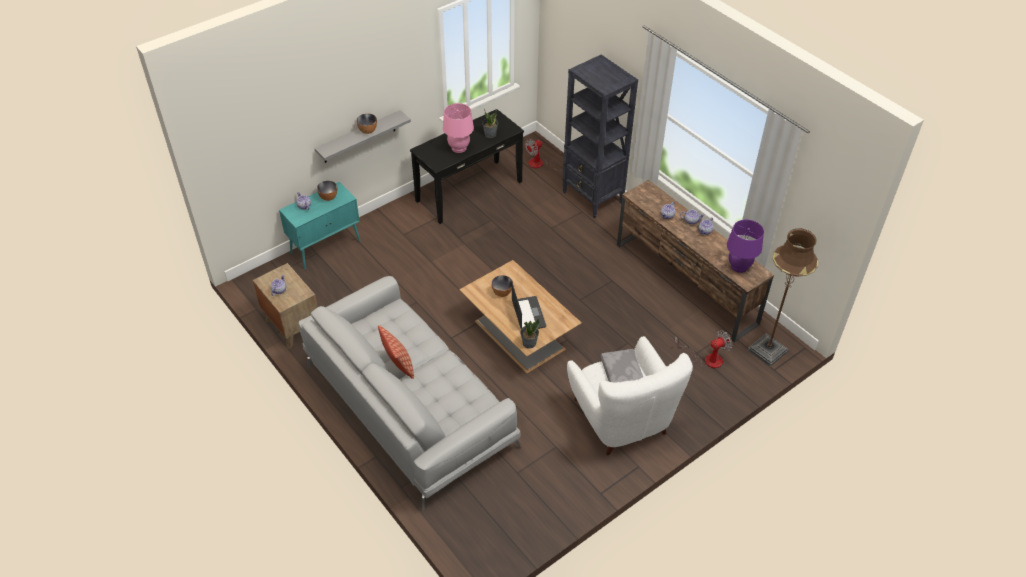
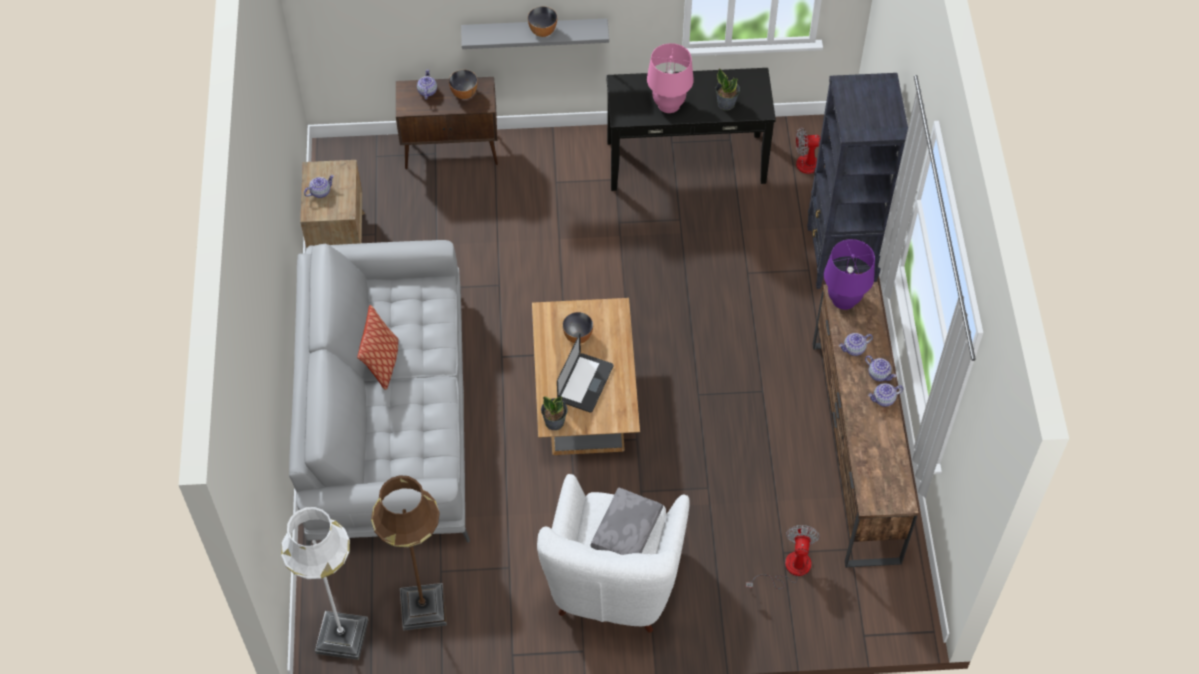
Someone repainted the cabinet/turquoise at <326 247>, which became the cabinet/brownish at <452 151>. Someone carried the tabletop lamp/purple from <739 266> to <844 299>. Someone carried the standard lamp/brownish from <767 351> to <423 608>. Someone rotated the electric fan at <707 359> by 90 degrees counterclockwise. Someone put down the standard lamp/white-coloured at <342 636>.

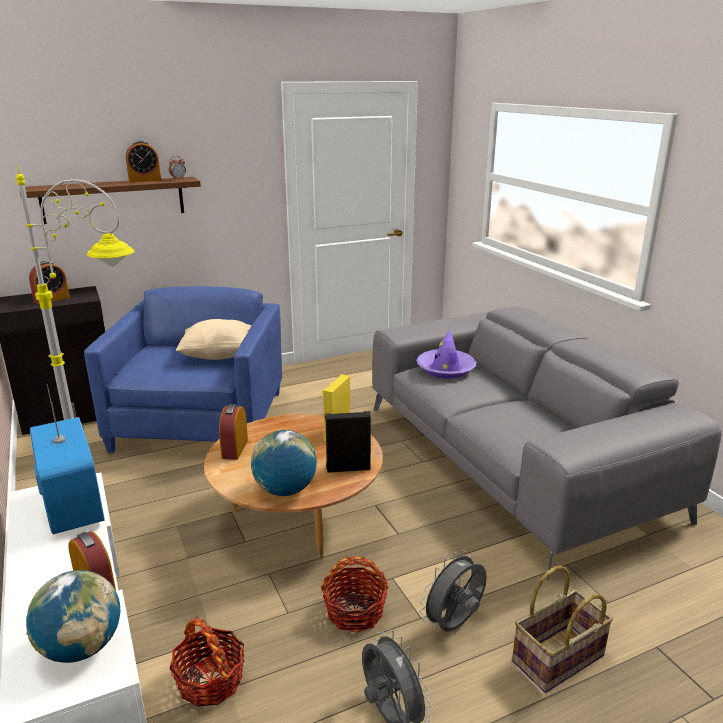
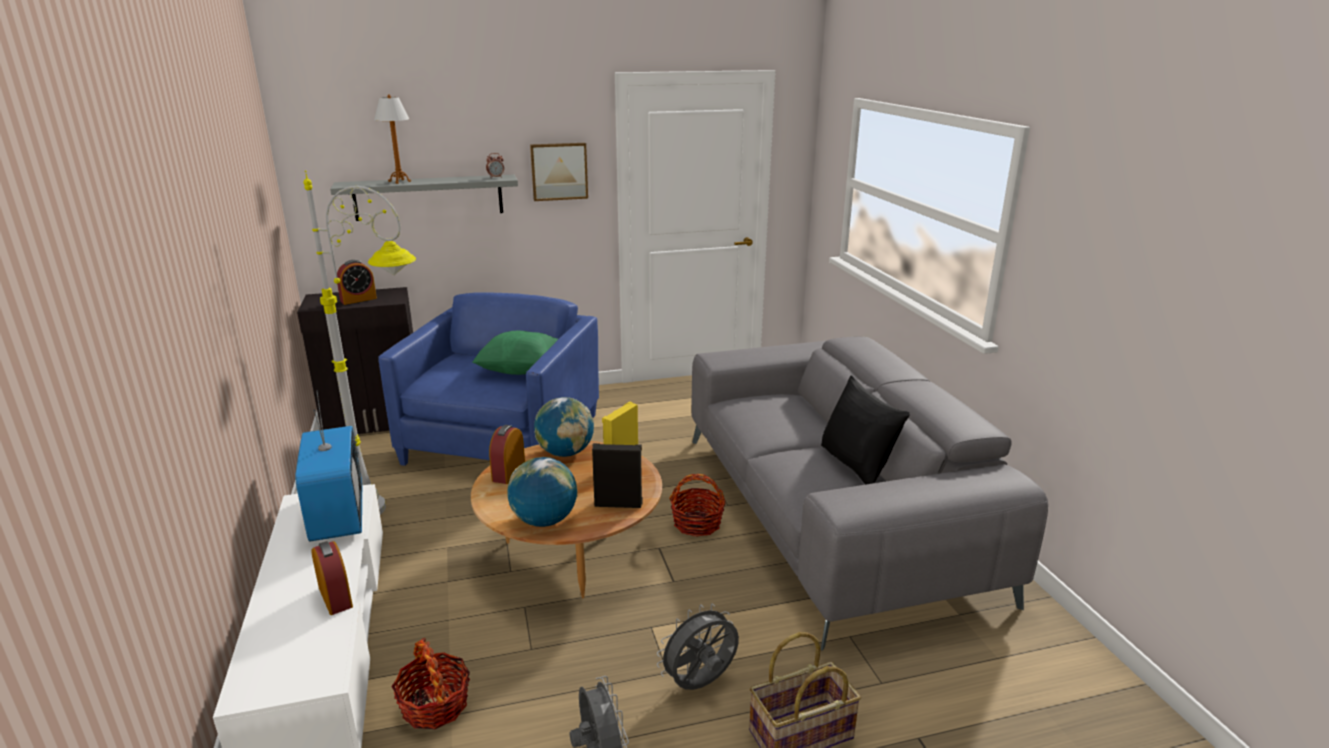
Someone took away the table clock at <145 180>. Someone repainted the wall shelf/brownish at <113 200>, which became the wall shelf/gray at <428 197>. Someone repainted the cushion/beige at <218 355>, which became the cushion/green at <520 370>. Someone took away the wearable hat/purple at <445 369>. Someone carried the household basket from <355 612> to <697 523>. Someone carried the globe from <81 647> to <565 453>. Someone put down the tabletop lamp at <399 182>. Someone put up the wall art at <559 171>. Someone put down the cushion/blackish at <856 464>.

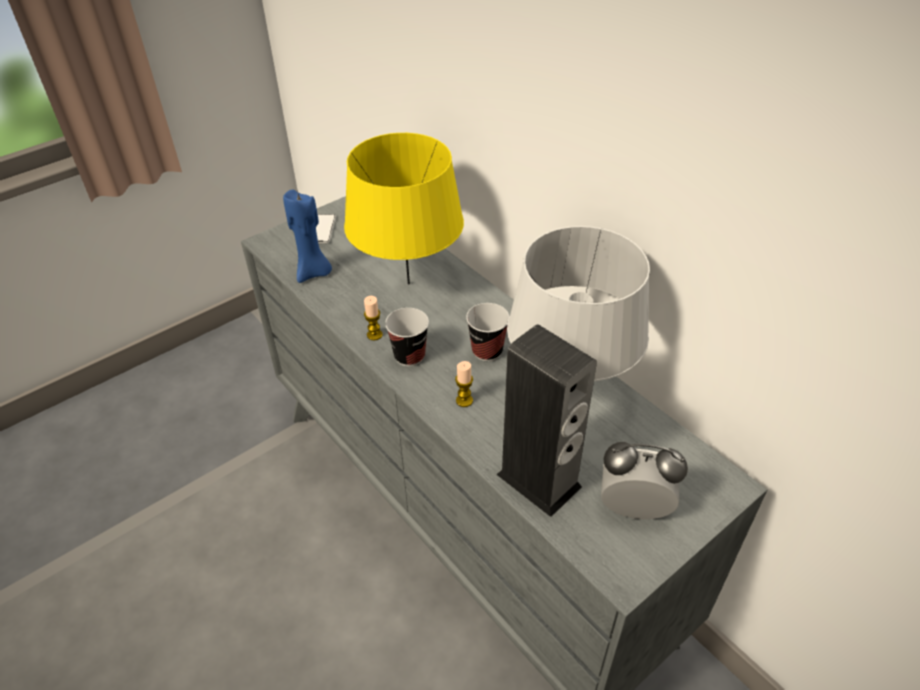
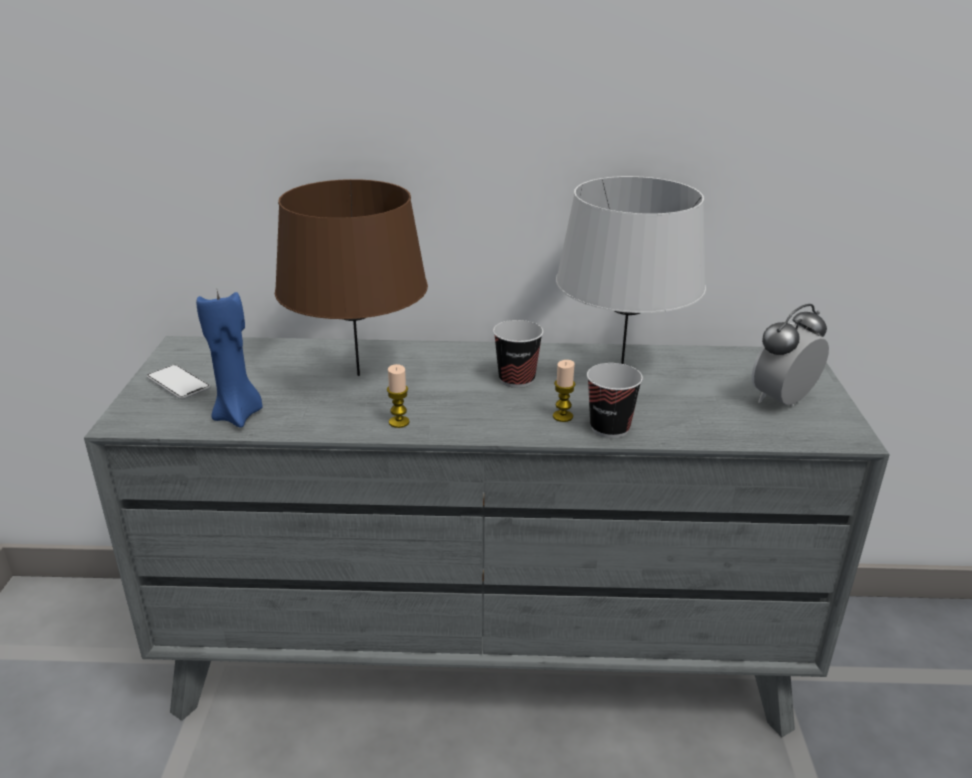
Someone repainted the tabletop lamp/yellow-coloured at <408 283>, which became the tabletop lamp/brownish at <358 375>. Someone carried the cup from <409 356> to <609 428>. Someone took away the loudspeaker at <538 480>.

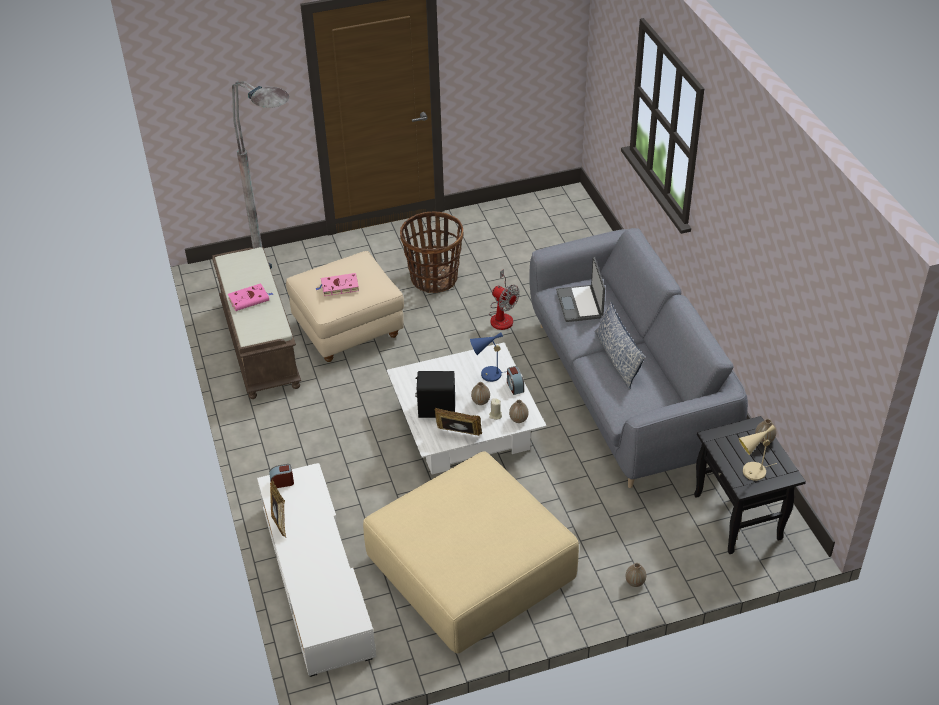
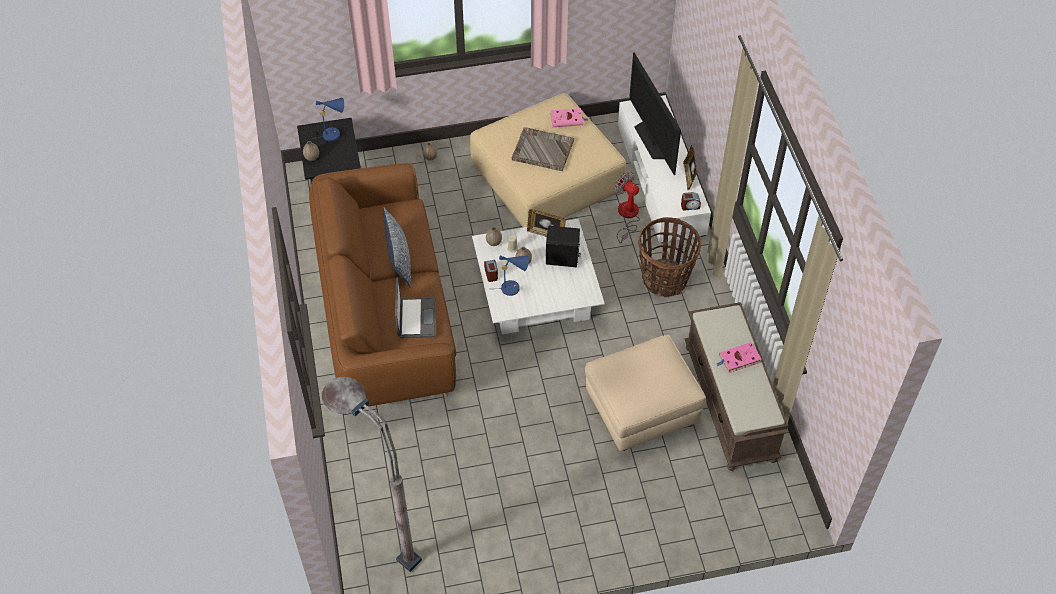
Someone carried the standard lamp/gray from <286 280> to <382 536>. Someone carried the household basket from <433 279> to <664 279>. Someone repainted the settee/gray at <627 390>, which became the settee/brownish at <385 314>. Someone carried the electric fan from <502 316> to <627 216>. Someone carried the book/pink-coloured from <338 287> to <567 119>. Someone repainted the tabletop lamp/beige at <751 473>, which became the tabletop lamp/blue at <334 133>. Someone put down the TV at <652 140>. Someone put down the carrying tray/gray at <542 150>.

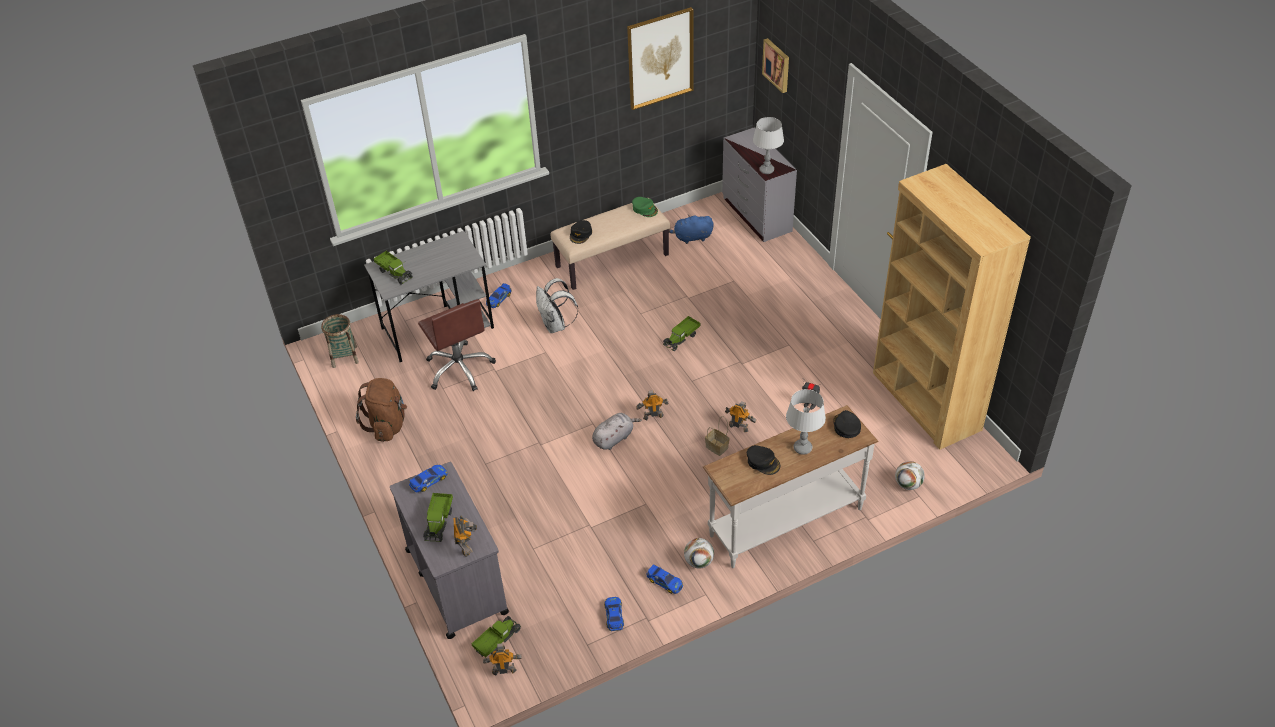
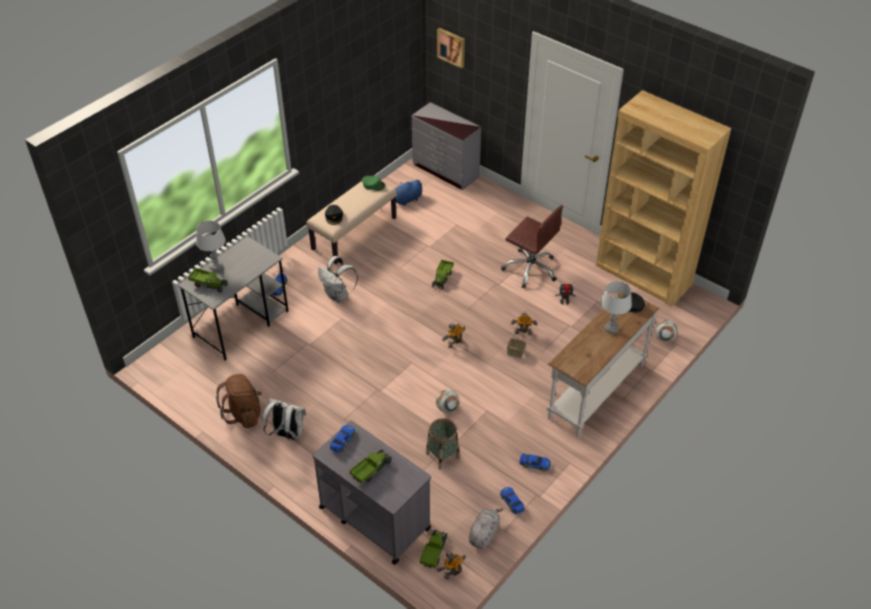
Someone took away the wall art at <660 58>. Someone carried the tabletop lamp/gray from <766 170> to <216 267>. Someone carried the computer chair/brownish from <460 368> to <530 269>. Someone carried the household basket from <344 356> to <442 455>. Someone carried the soft toy/gray from <614 438> to <484 533>. Someone took away the peaked cap/blackish at <763 462>. Someone rotated the toy truck at <439 522> by 120 degrees counterclockwise. Someone took away the robot figure at <467 546>. Someone carried the football from <698 561> to <447 408>. Someone put down the backpack/white-coloured at <287 434>.

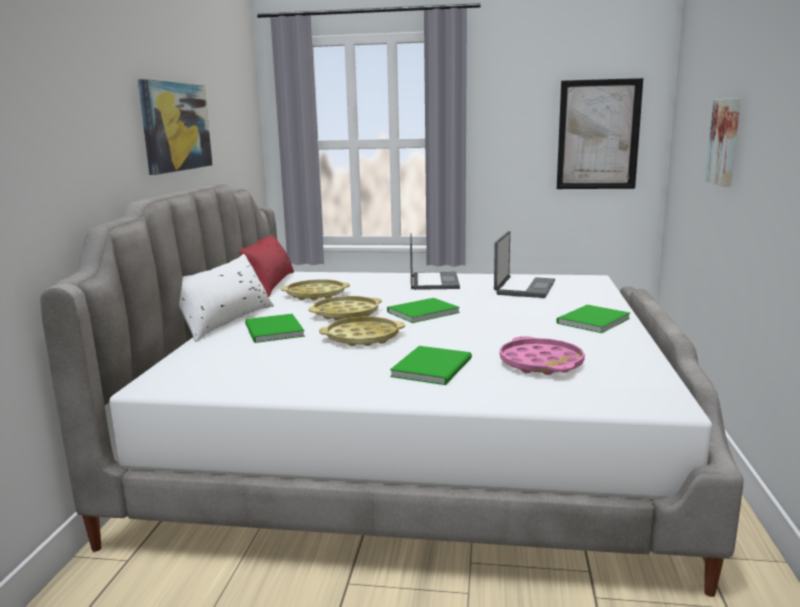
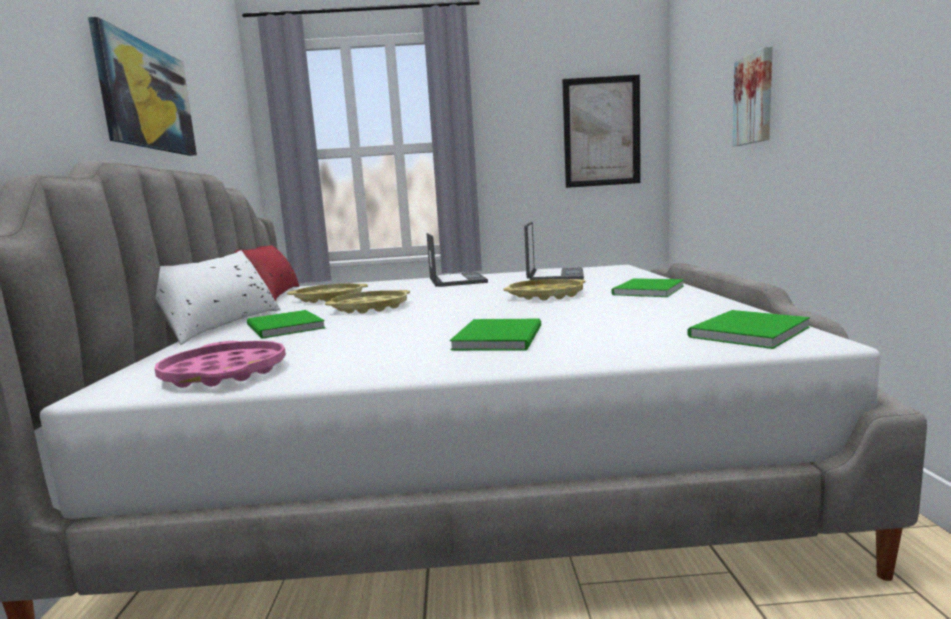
Someone carried the book/green from <420 312> to <744 332>. Someone carried the carrying tray/yellow-coloured from <362 337> to <545 295>. Someone carried the carrying tray/pink-coloured from <541 363> to <225 373>.

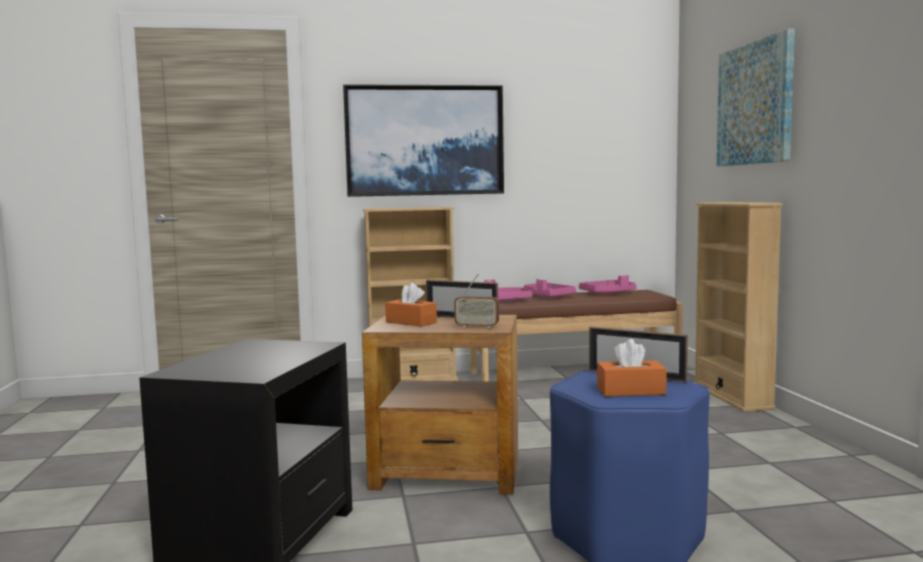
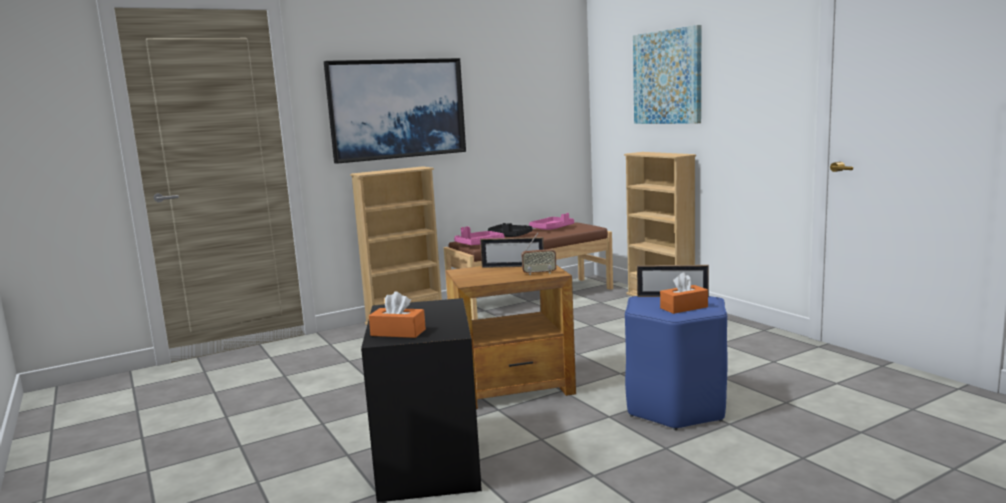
Someone repainted the carrying tray/pink-coloured at <547 296>, which became the carrying tray/blackish at <509 236>. Someone carried the tissue box/orangey from <411 322> to <398 332>.

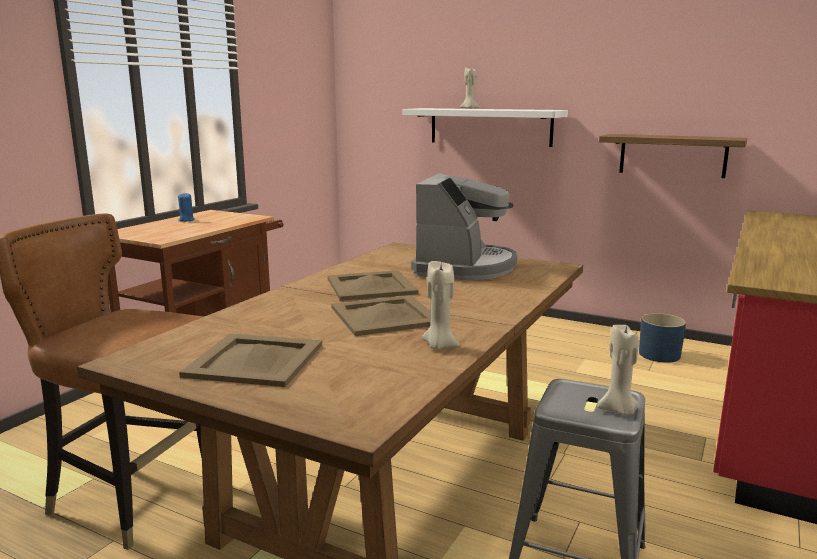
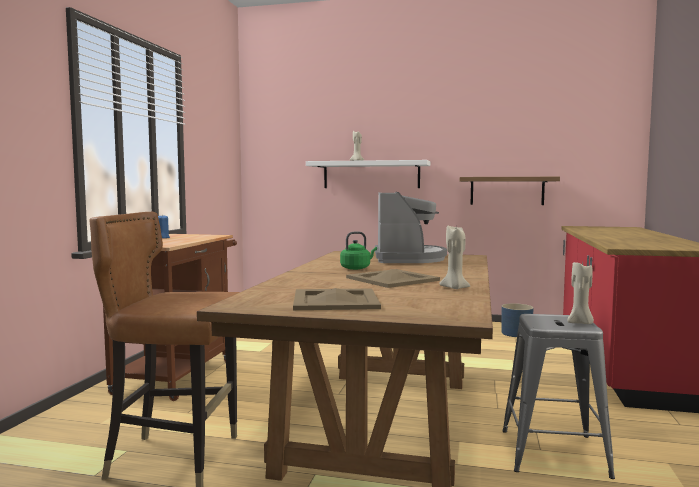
Someone swapped the carrying tray/beige at <371 286> for the water kettle/green at <357 268>.

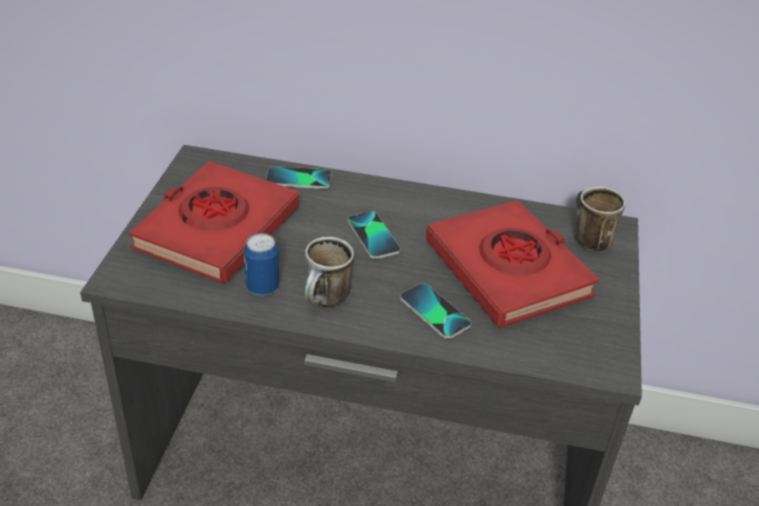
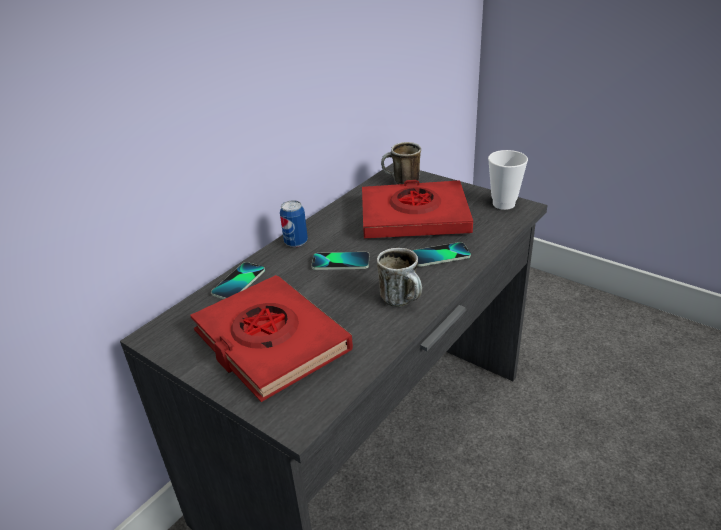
Someone carried the metal can from <262 287> to <296 242>. Someone put down the cup at <503 204>.

